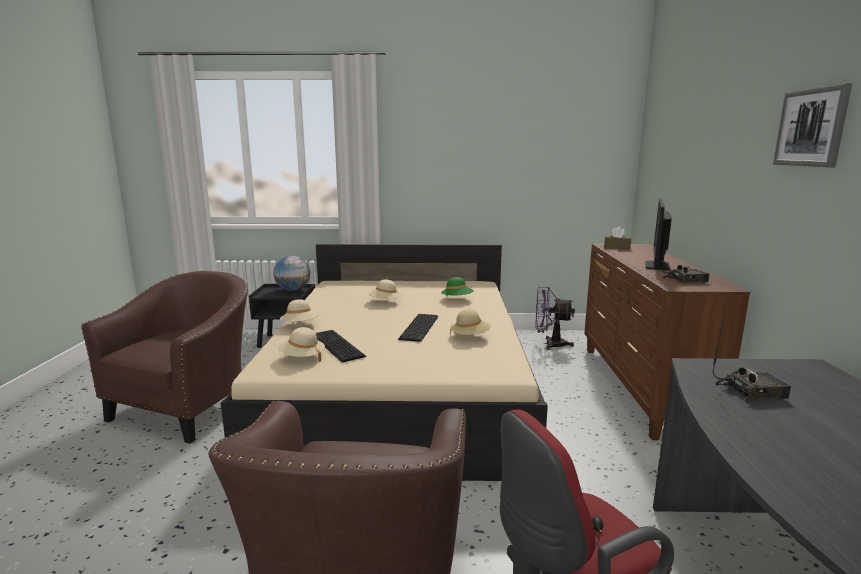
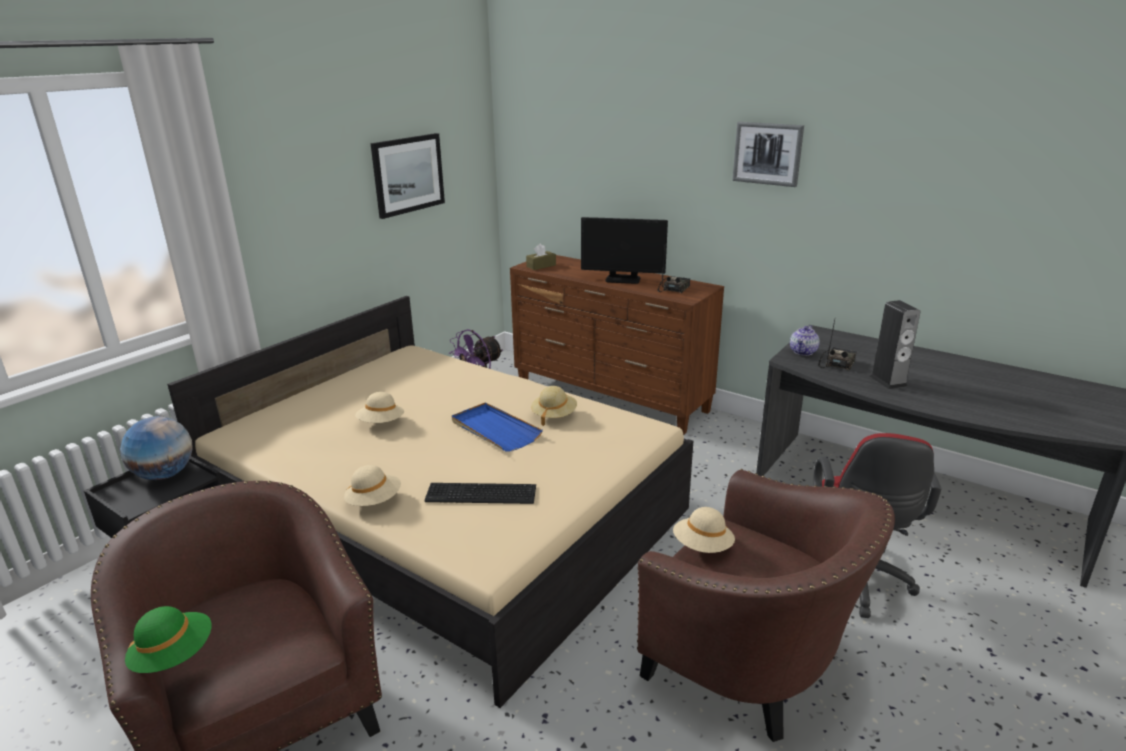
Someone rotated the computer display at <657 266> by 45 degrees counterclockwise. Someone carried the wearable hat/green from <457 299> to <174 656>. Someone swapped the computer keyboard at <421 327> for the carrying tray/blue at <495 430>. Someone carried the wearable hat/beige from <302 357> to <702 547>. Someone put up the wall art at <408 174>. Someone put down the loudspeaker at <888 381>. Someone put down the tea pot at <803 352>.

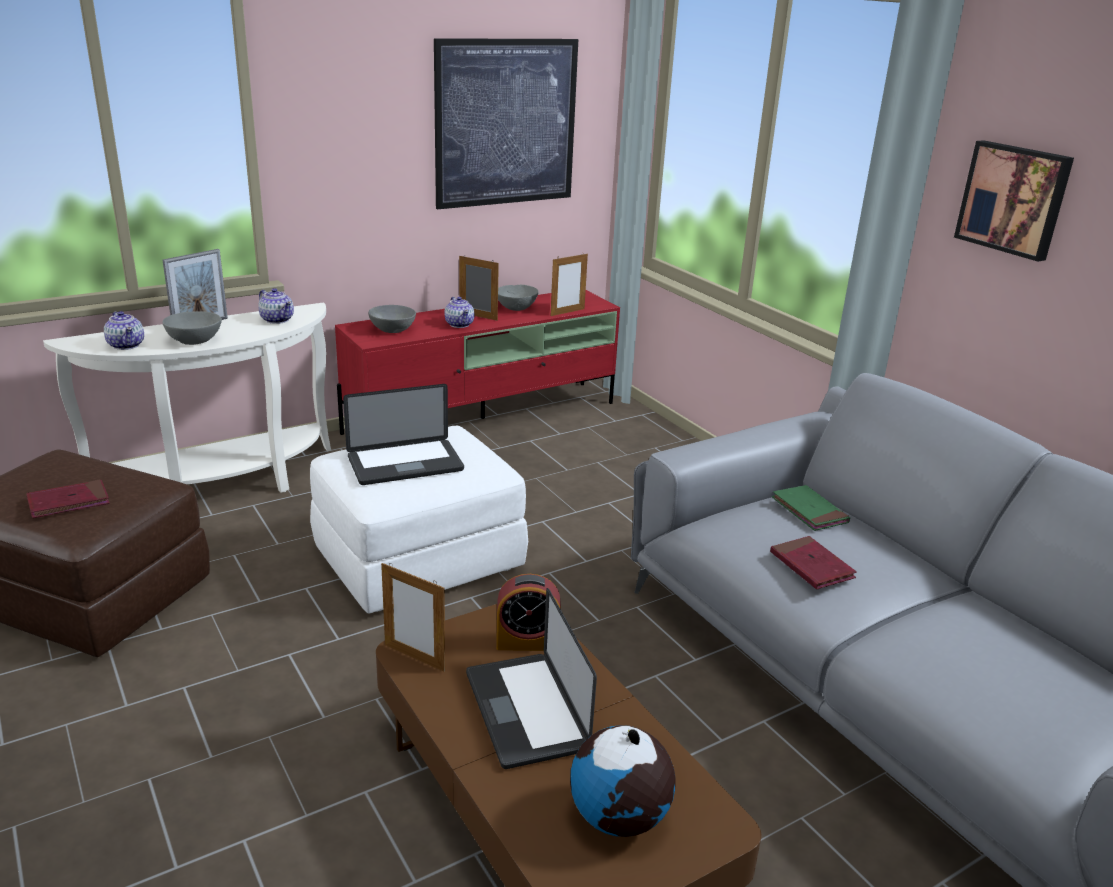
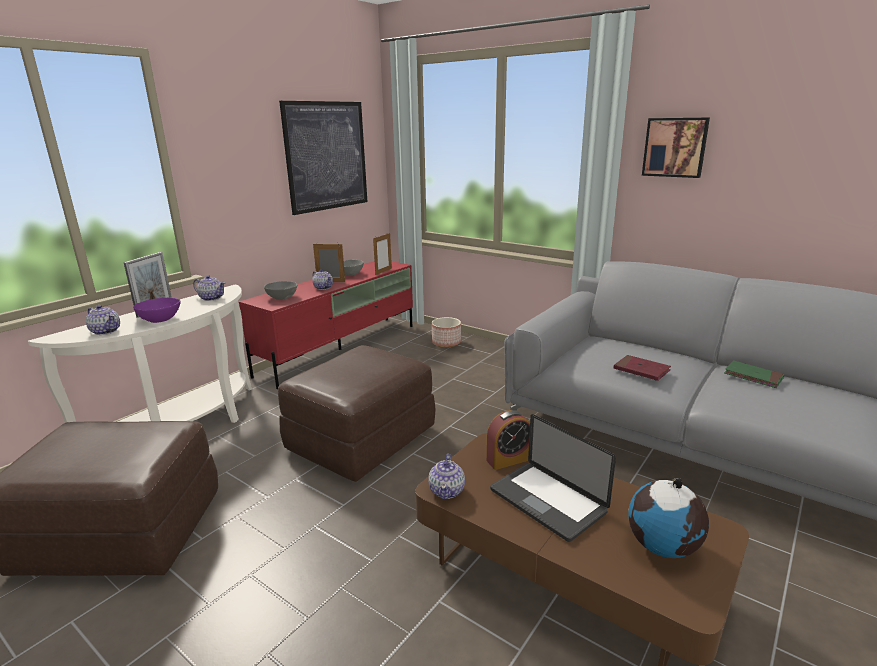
Someone repainted the bowl/gray at <194 341>, which became the bowl/purple at <160 319>. Someone took away the laptop at <405 464>. Someone repainted the pouffe/white-coloured at <419 558>, which became the pouffe/brownish at <361 439>. Someone took away the book/reddish at <69 502>. Someone carried the book/green from <809 511> to <753 376>. Someone swapped the picture frame at <414 657> for the tea pot at <447 490>. Someone put down the plant pot at <446 343>.

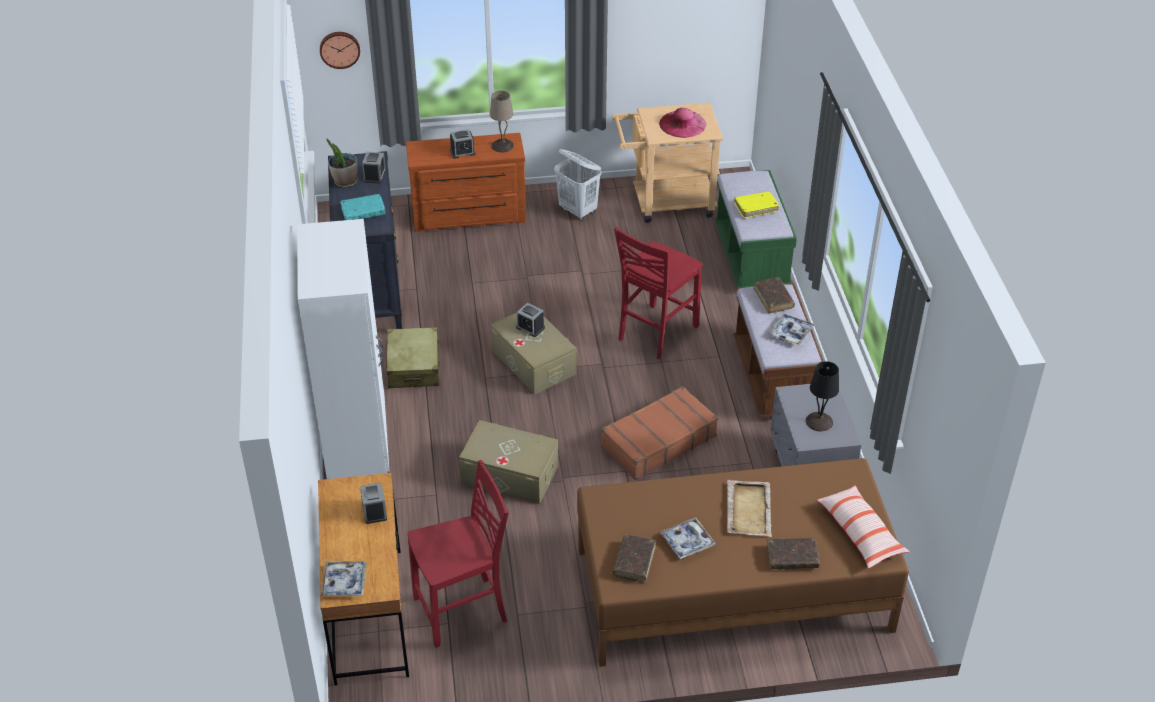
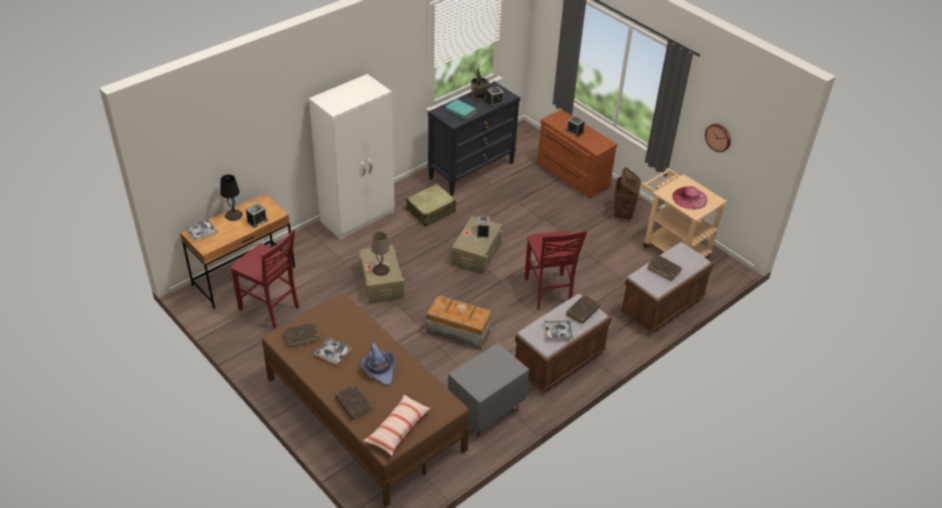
Someone carried the clock on the wall from <339 49> to <718 137>. Someone carried the tabletop lamp/beige from <502 146> to <380 270>. Someone repainted the laundry basket/white-coloured at <578 211>, which became the laundry basket/brownish at <623 215>. Someone repainted the long seat/green at <751 257>, which became the long seat/brownish at <662 306>. Someone repainted the book/yellow-coloured at <756 208>, which became the book/brownish at <664 270>. Someone rotated the upright chair/reddish at <655 333> by 105 degrees counterclockwise. Someone carried the tabletop lamp/blackish from <819 421> to <234 215>. Someone swapped the piece of luggage/brownish at <658 441> for the storage container at <457 331>. Someone swapped the carrying tray/beige at <748 509> for the wearable hat/purple at <379 370>.

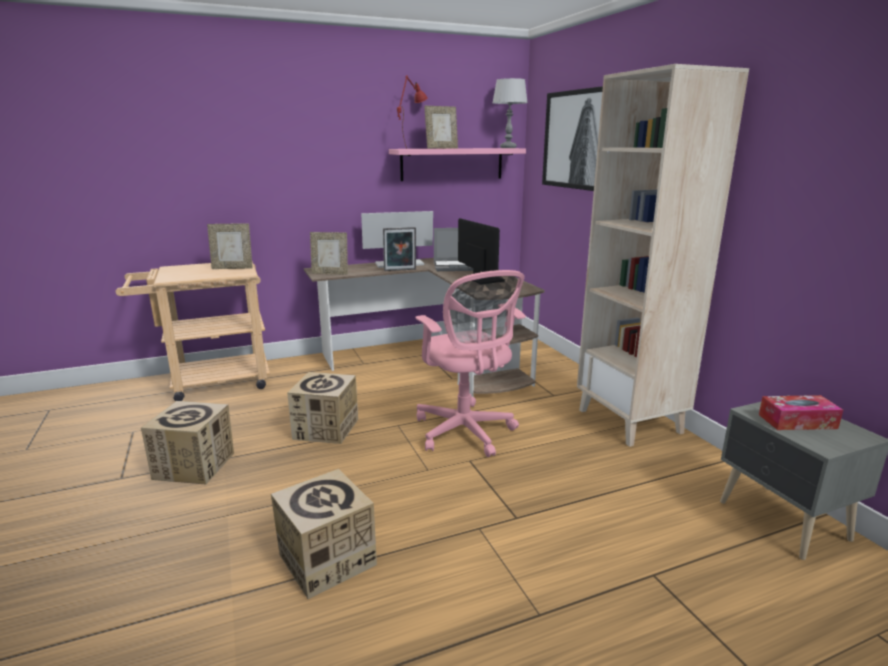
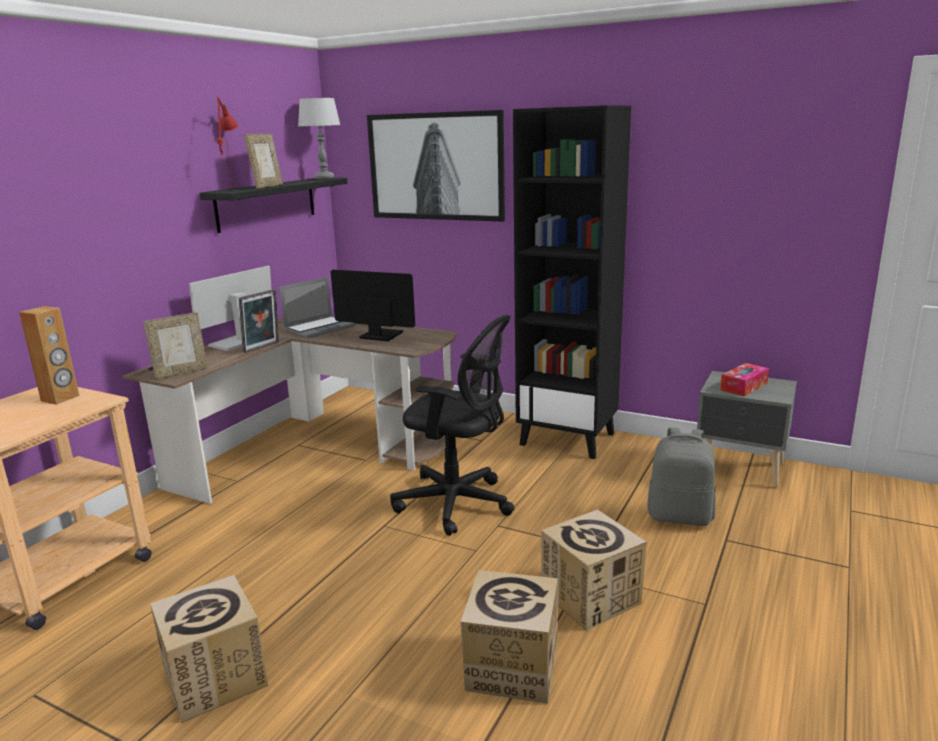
Someone repainted the bookcase/beige at <630 421>, which became the bookcase/blackish at <568 439>. Someone repainted the wall shelf/pink-coloured at <452 164>, which became the wall shelf/blackish at <266 203>. Someone swapped the picture frame at <233 268> for the loudspeaker/brownish at <60 398>. Someone repainted the computer chair/pink-coloured at <466 433>, which became the computer chair/blackish at <458 504>. Someone carried the carton from <326 429> to <591 597>. Someone put down the backpack/gray at <680 516>.

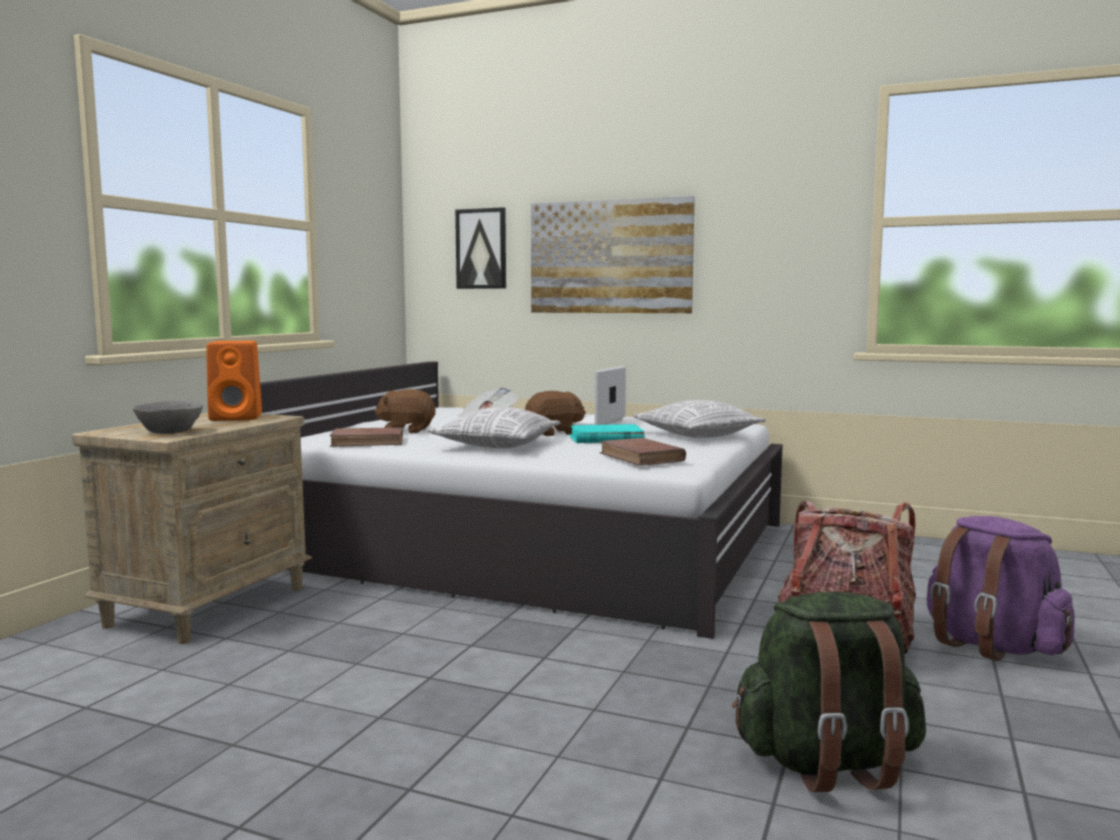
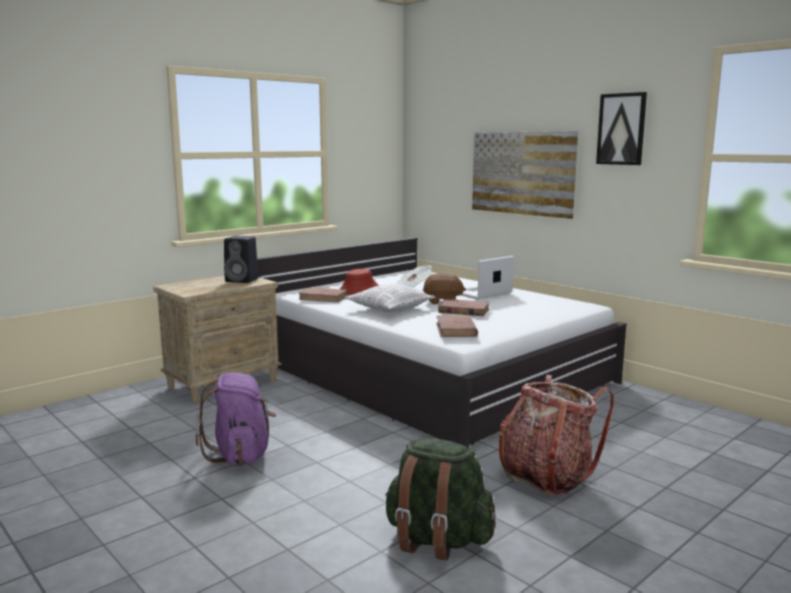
Someone carried the wall art from <481 249> to <621 129>. Someone repainted the loudspeaker/orangey at <238 417>, which became the loudspeaker/blackish at <243 280>. Someone swapped the soft toy/brownish at <406 430> for the wearable hat/reddish at <359 290>. Someone took away the cushion at <698 435>. Someone took away the bowl/gray at <169 432>. Someone repainted the book/turquoise at <605 439>, which became the book/brownish at <463 311>. Someone carried the backpack/purple from <990 646> to <240 455>.

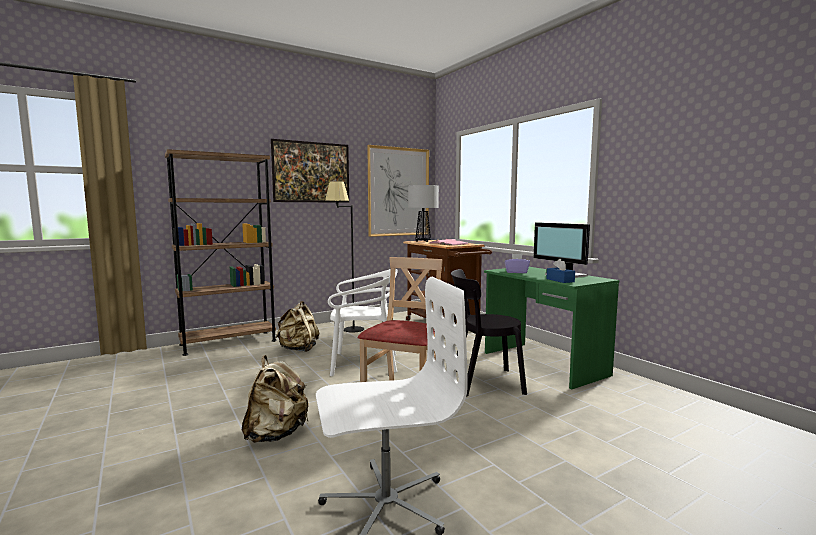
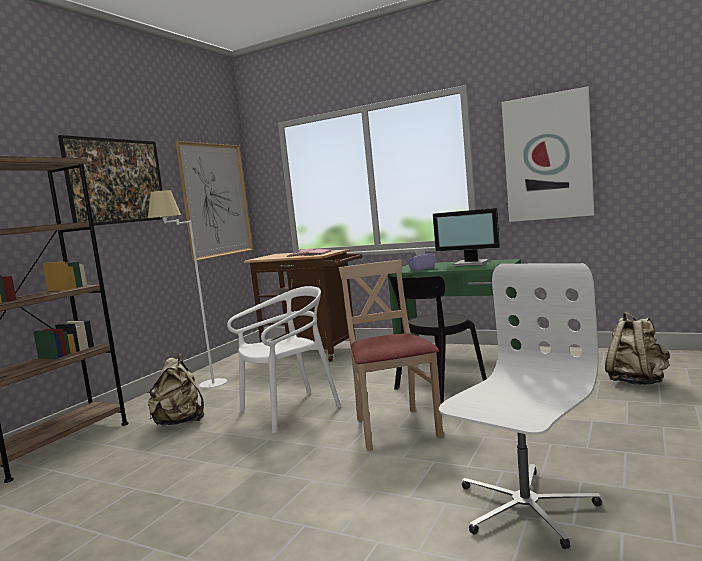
Someone repainted the standard lamp/blackish at <345 328>, which became the standard lamp/white-coloured at <200 385>. Someone took away the tabletop lamp at <422 241>. Someone took away the tissue box/blue at <560 280>. Someone carried the backpack/beige from <276 434> to <637 381>. Someone put up the wall art at <547 157>.

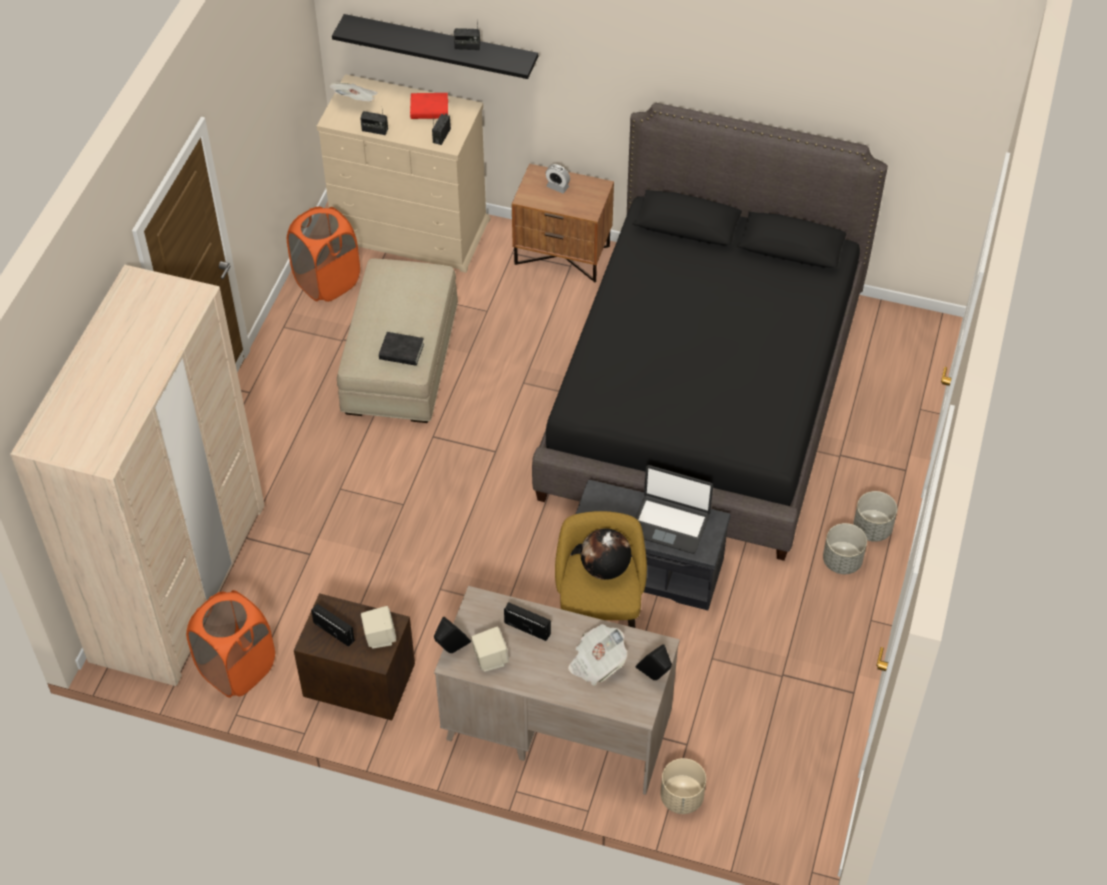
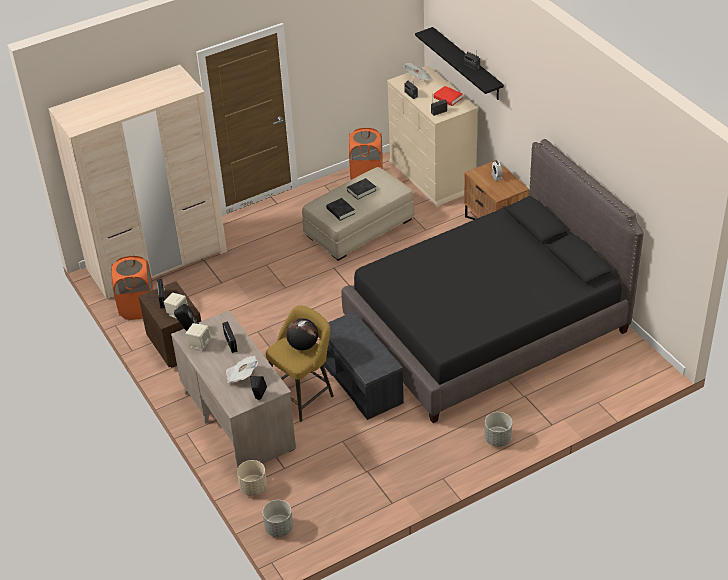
Someone took away the laptop at <670 524>. Someone carried the plant pot/gray from <842 561> to <279 528>. Someone put down the book/blackish at <361 190>.

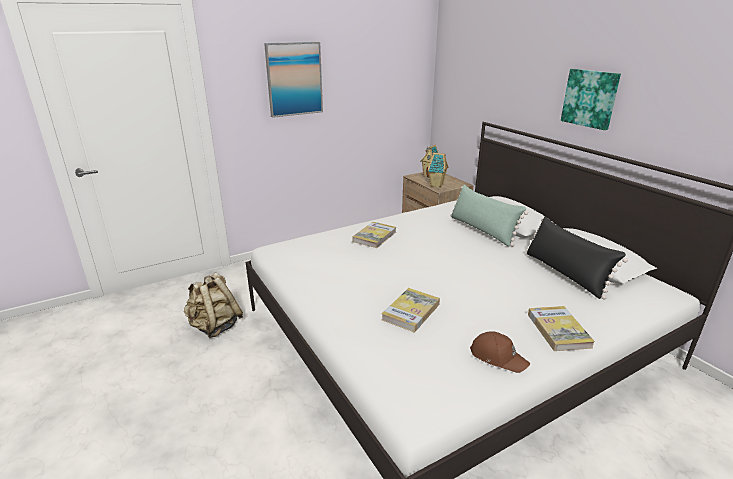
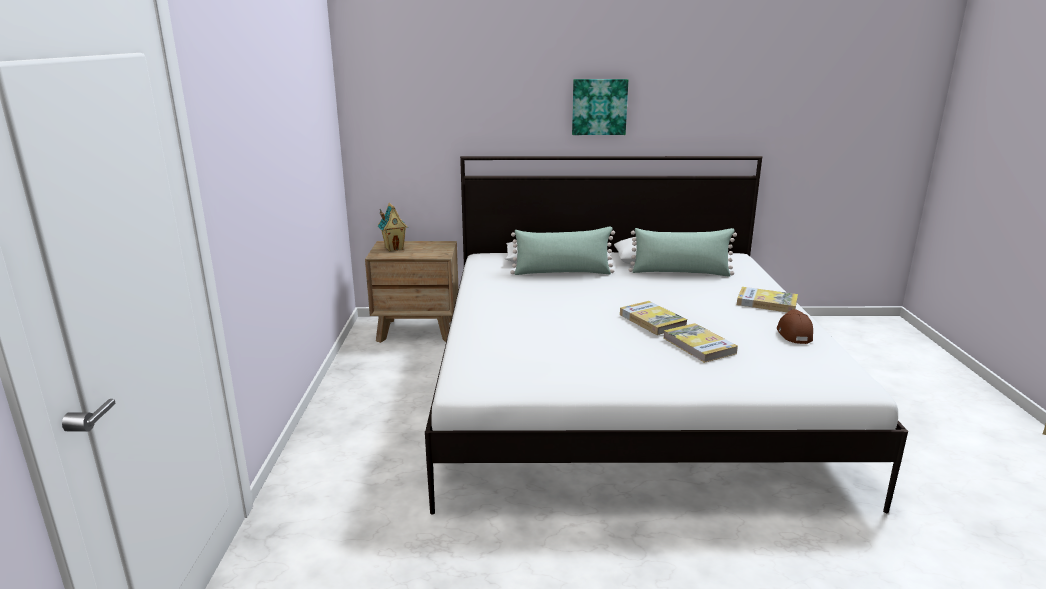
Someone took away the wall art at <294 79>. Someone took away the toy house at <437 185>. Someone repainted the cushion/blackish at <565 273>, which became the cushion/green at <680 272>. Someone carried the book from <374 236> to <652 320>. Someone took away the backpack/beige at <215 327>. Someone rotated the peaked cap/brownish at <498 357> by 60 degrees counterclockwise.

